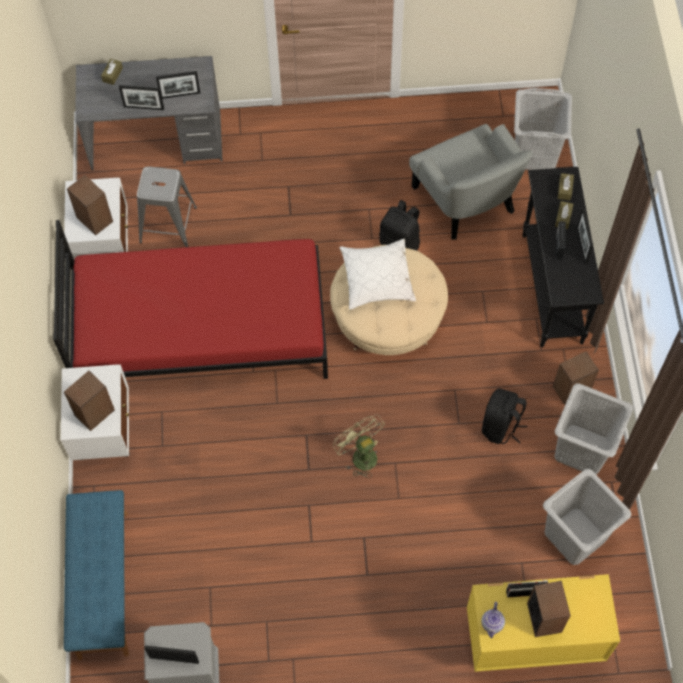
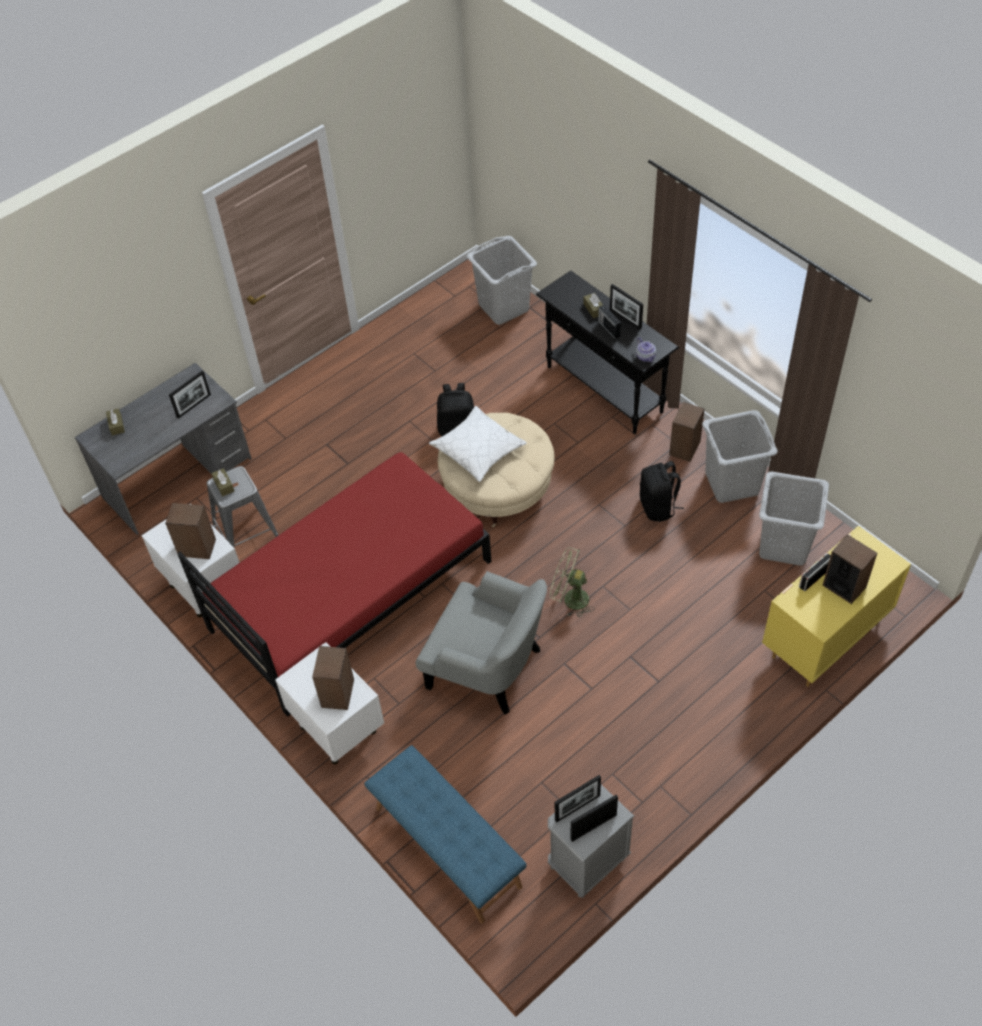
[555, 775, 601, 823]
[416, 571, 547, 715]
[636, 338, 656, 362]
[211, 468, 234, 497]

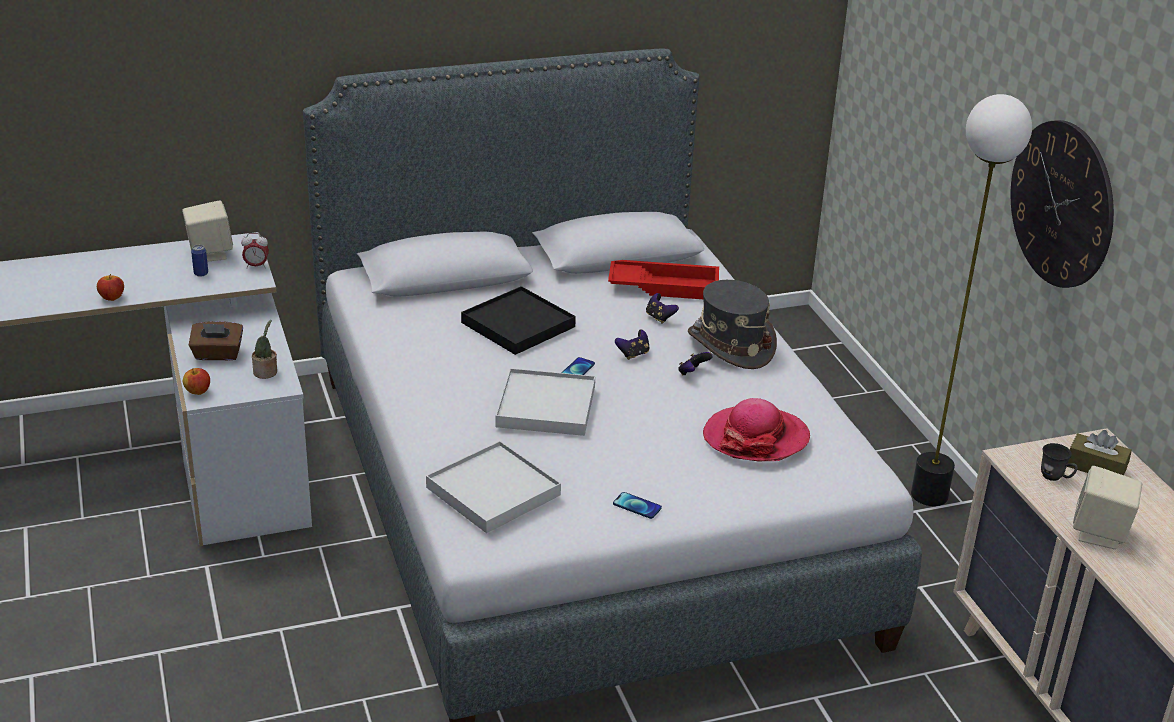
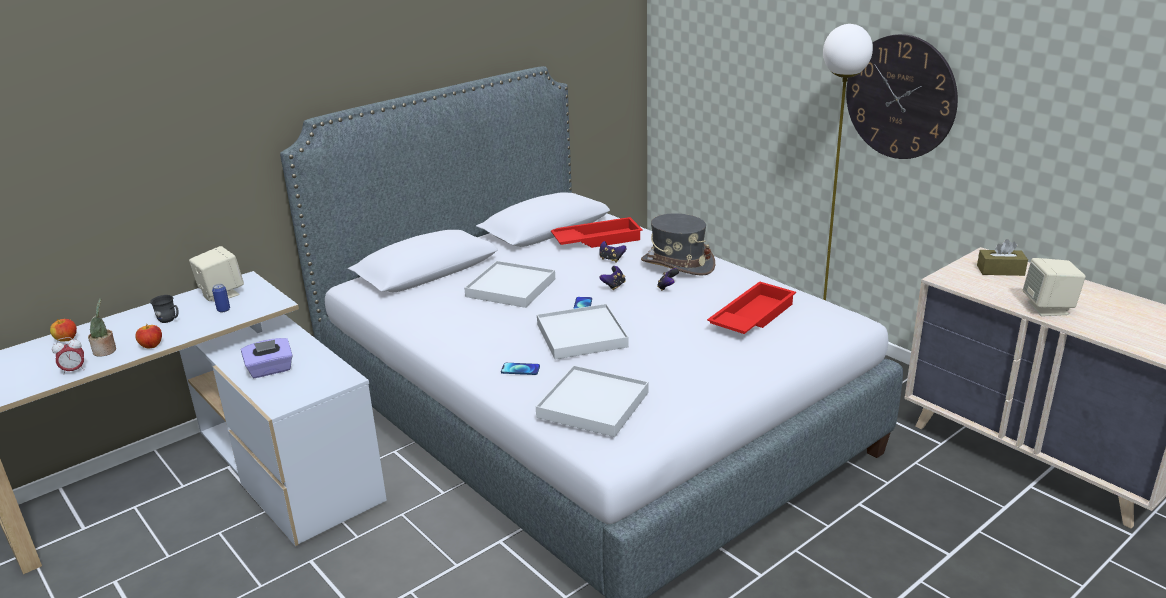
[50, 319, 77, 342]
[241, 338, 293, 378]
[52, 337, 85, 375]
[88, 298, 116, 357]
[464, 261, 555, 308]
[501, 363, 540, 375]
[707, 281, 796, 334]
[150, 295, 179, 323]

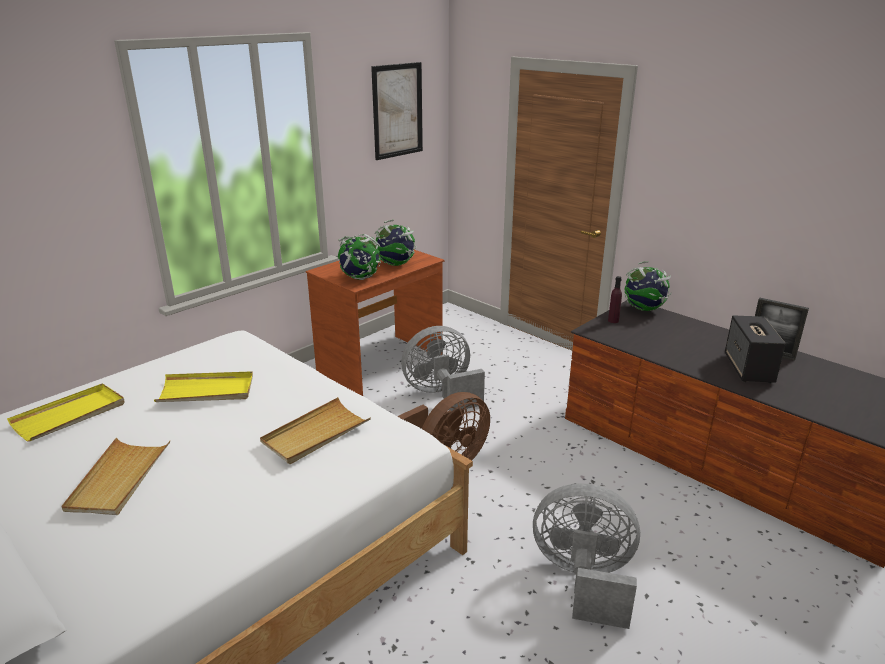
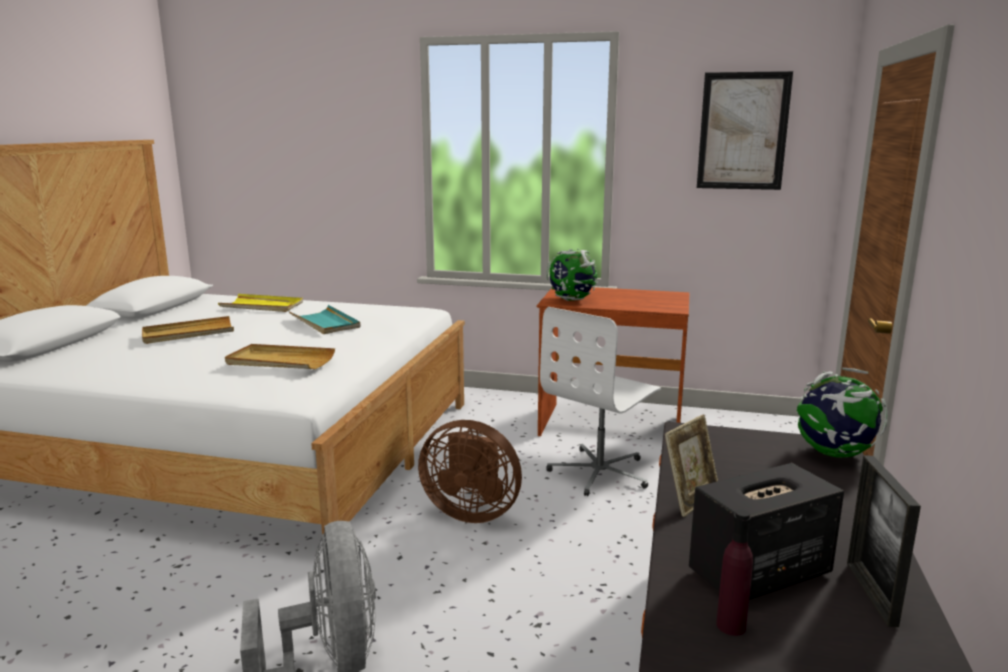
[289, 305, 361, 334]
[375, 220, 417, 266] (first image)
[540, 307, 661, 496]
[716, 510, 753, 636]
[665, 415, 718, 517]

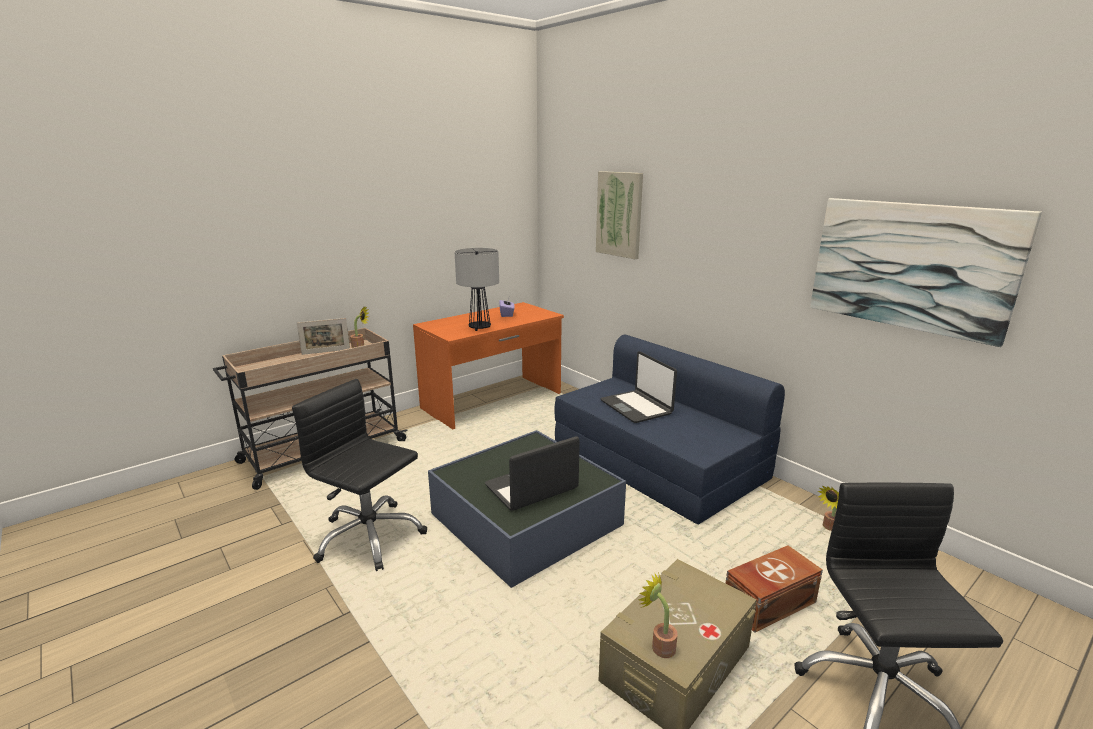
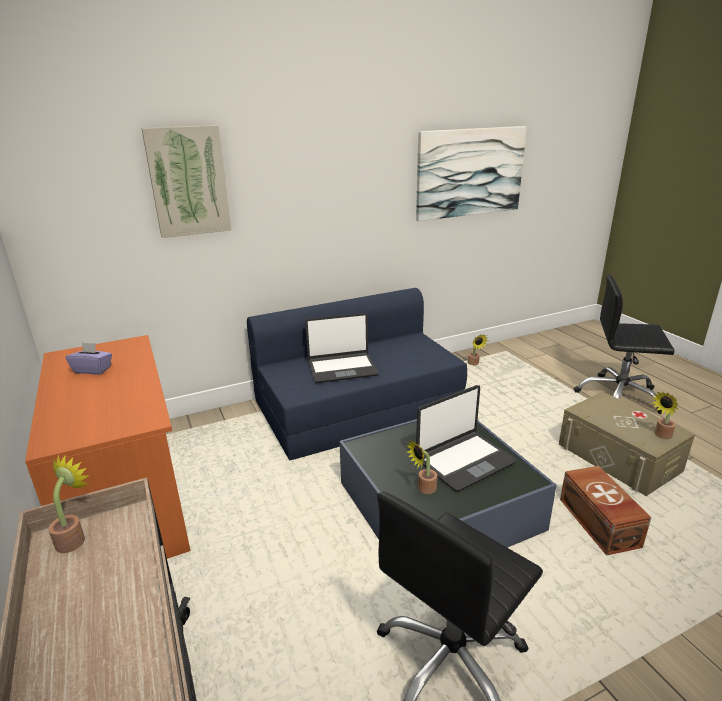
[297, 318, 350, 355] (first image)
[455, 248, 499, 331] (first image)
[416, 385, 517, 492]
[560, 466, 651, 556]
[407, 440, 437, 494]

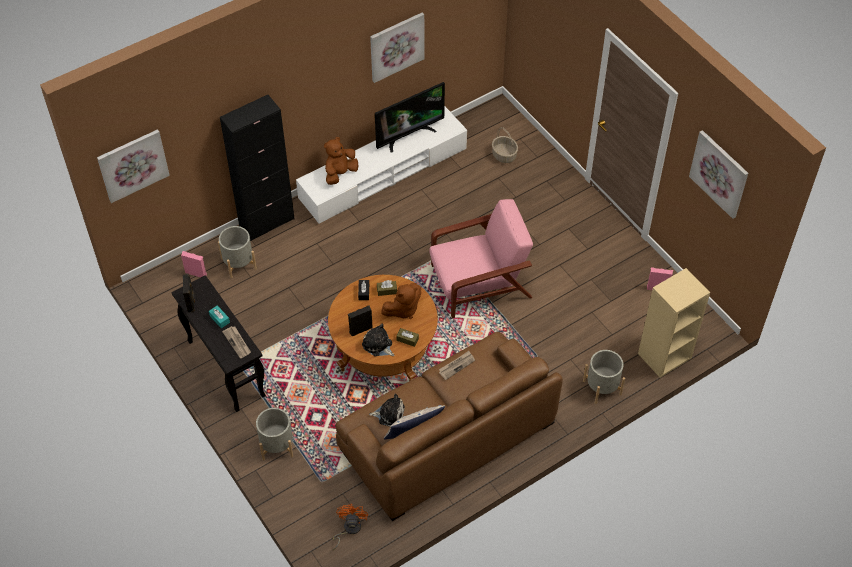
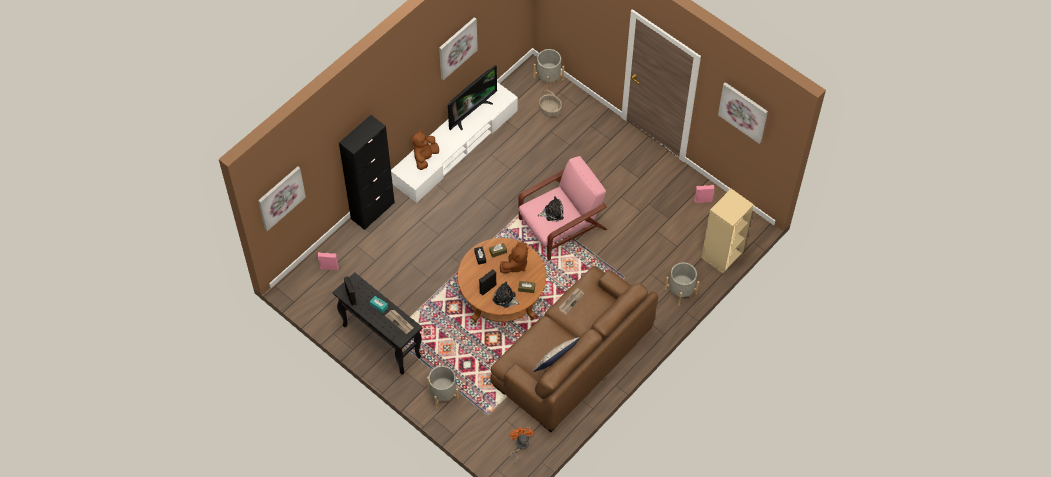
[534, 49, 564, 90]
[538, 196, 564, 221]

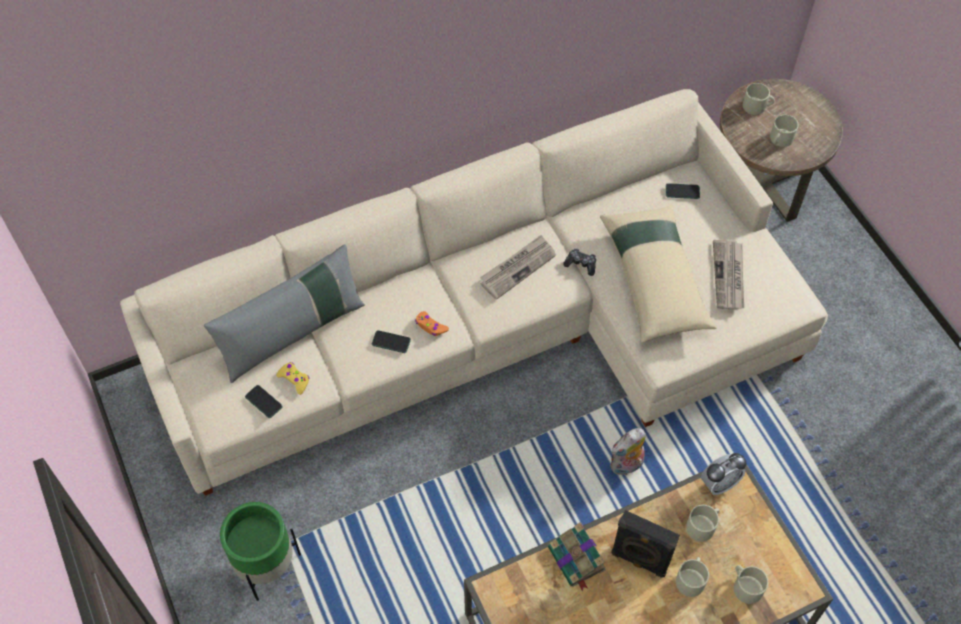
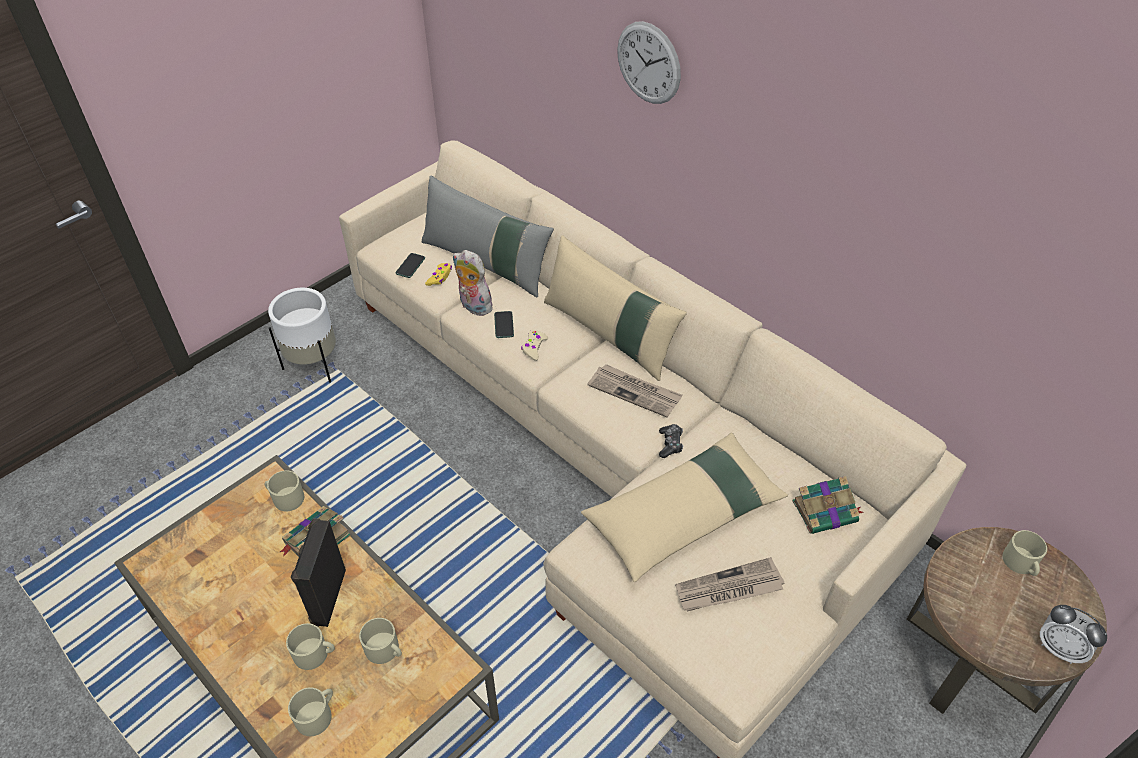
[268, 288, 336, 383]
[521, 330, 548, 361]
[453, 250, 494, 316]
[792, 476, 864, 534]
[1040, 605, 1107, 664]
[264, 470, 304, 511]
[544, 235, 687, 381]
[617, 21, 681, 104]

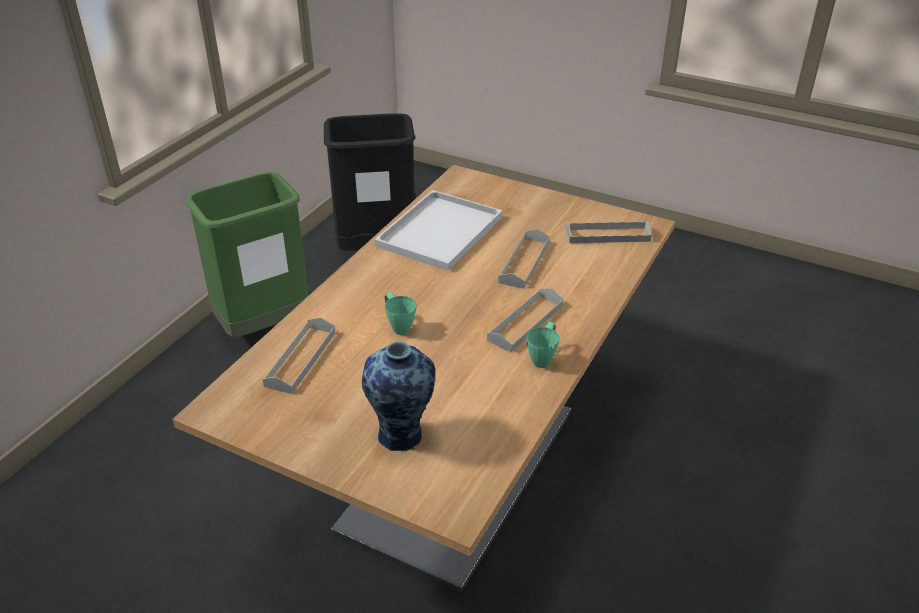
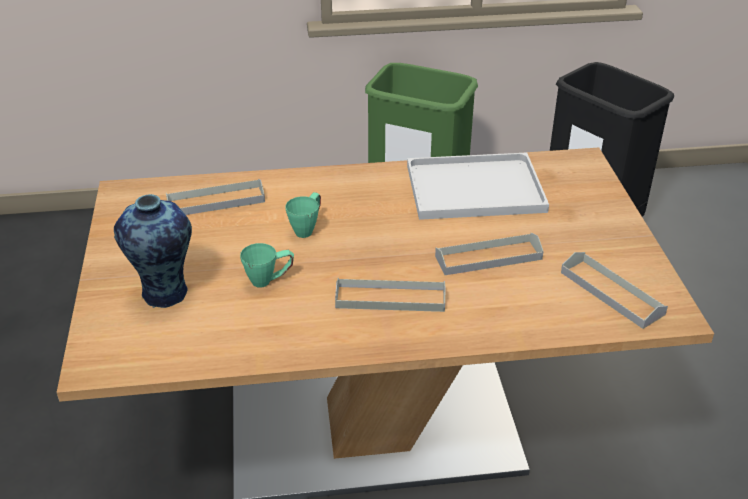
[240, 243, 294, 288]

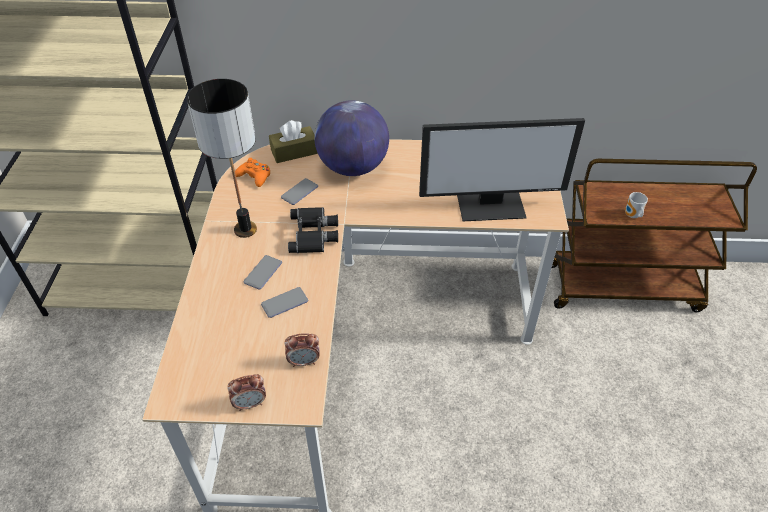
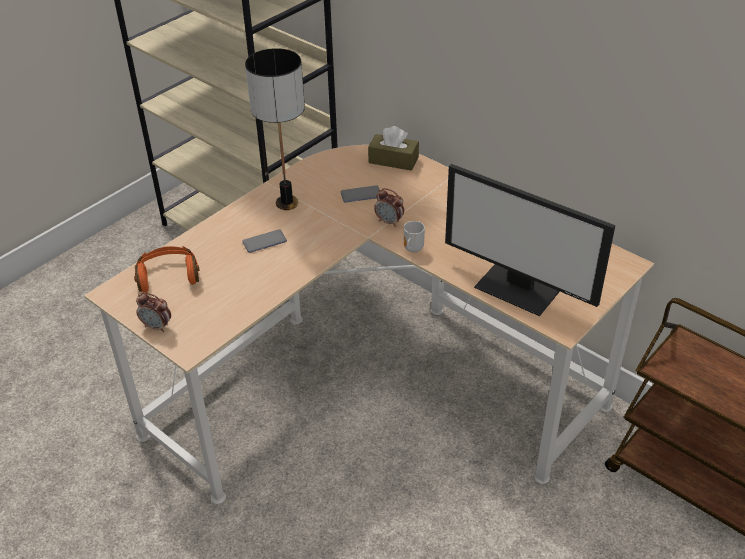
[235, 158, 270, 187] (first image)
[261, 287, 308, 318] (first image)
[374, 188, 404, 227]
[288, 207, 338, 253] (first image)
[314, 100, 389, 176] (first image)
[404, 221, 425, 252]
[134, 246, 200, 293]

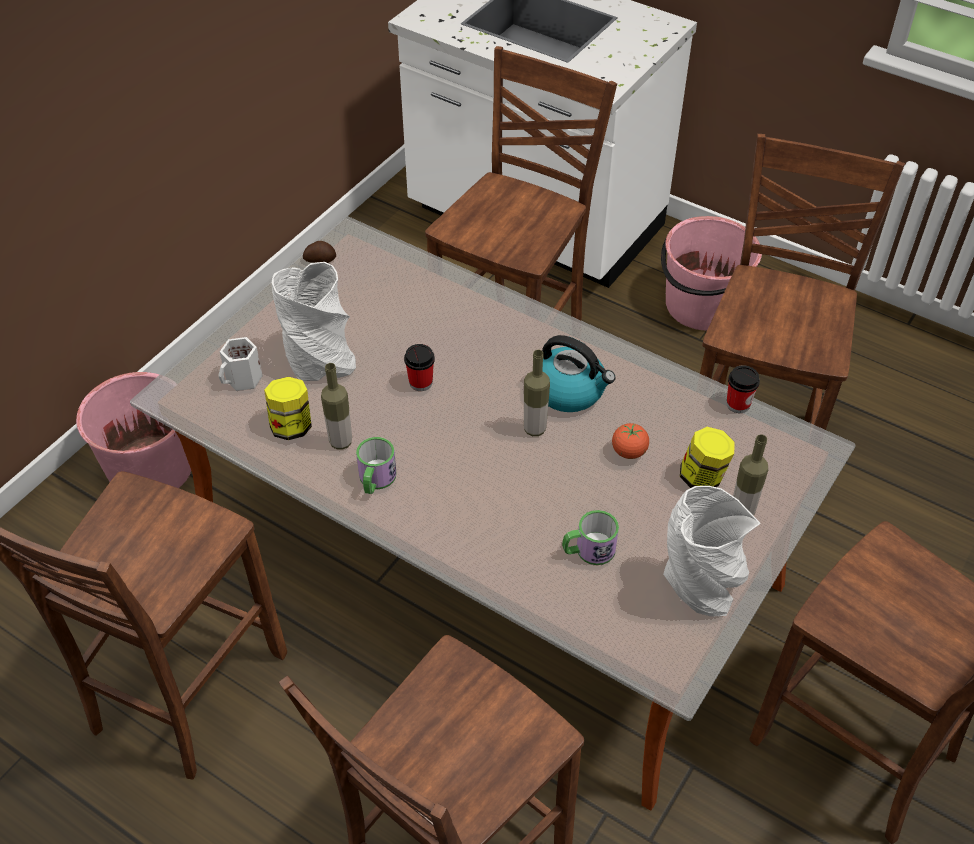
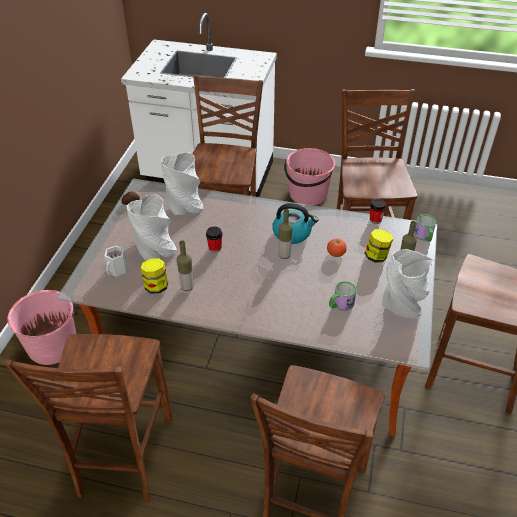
[414, 214, 436, 242]
[161, 152, 203, 215]

